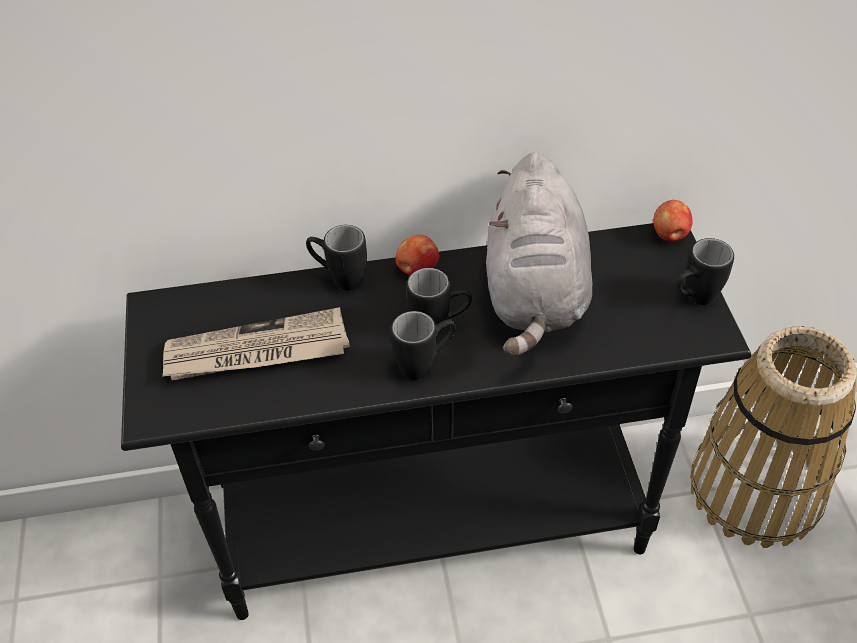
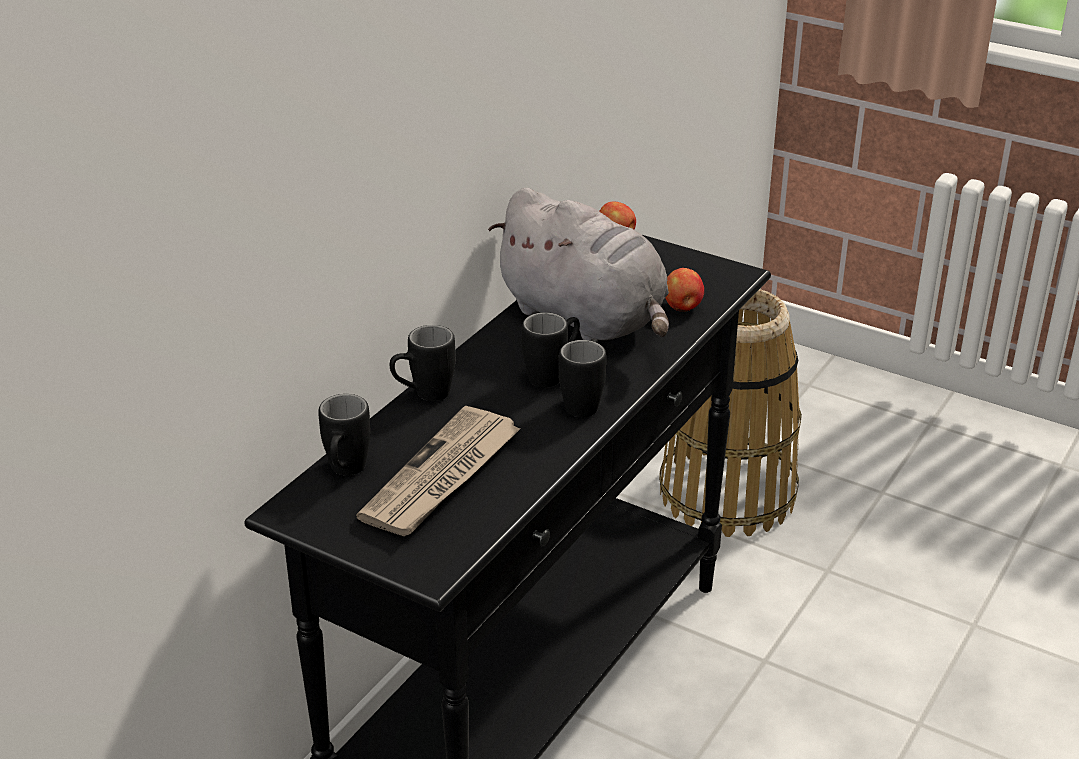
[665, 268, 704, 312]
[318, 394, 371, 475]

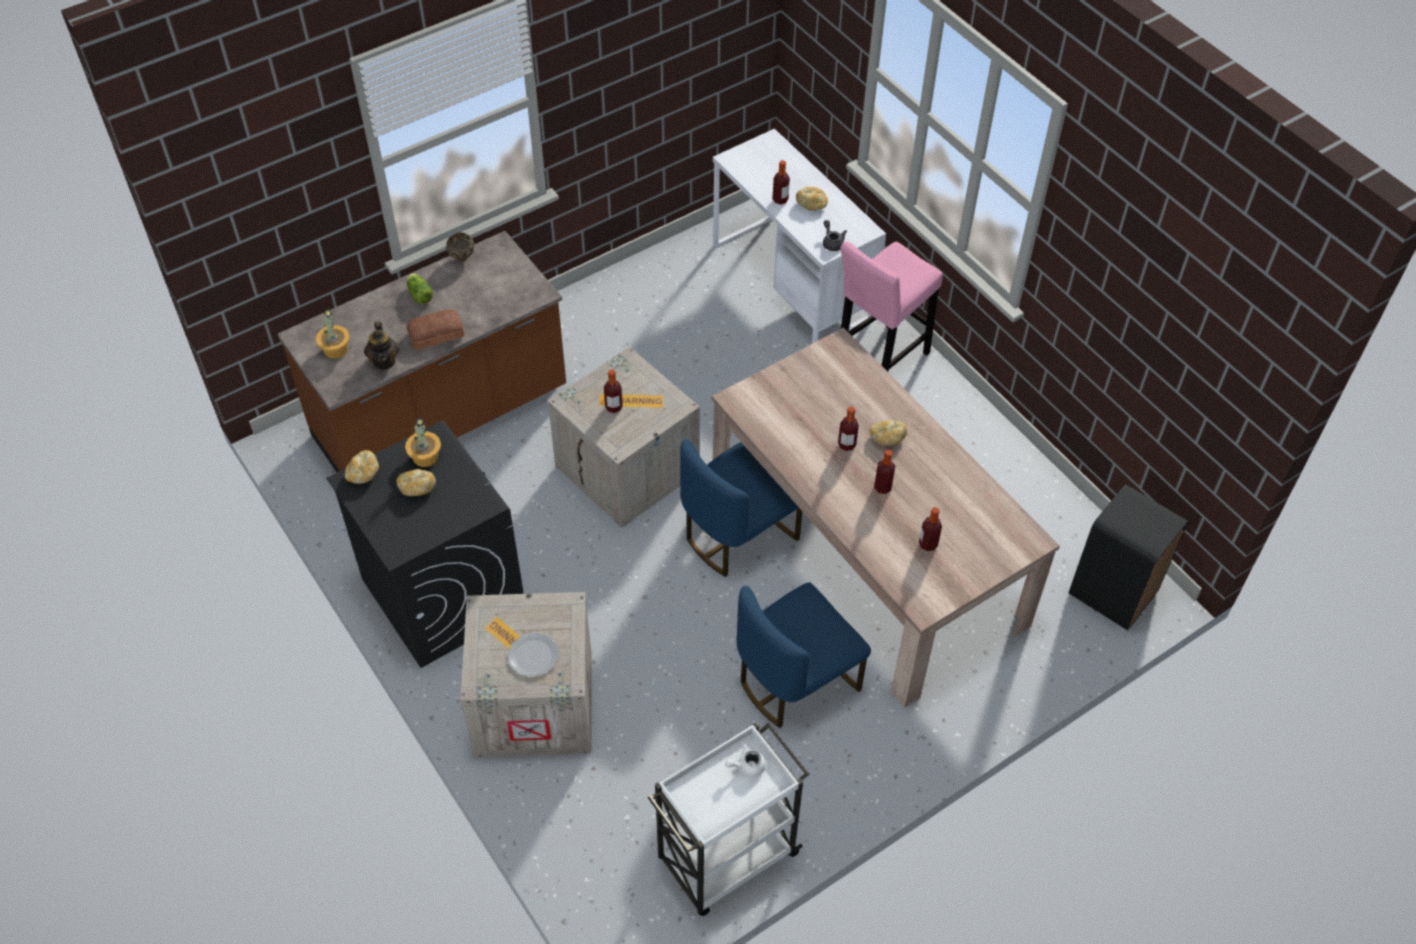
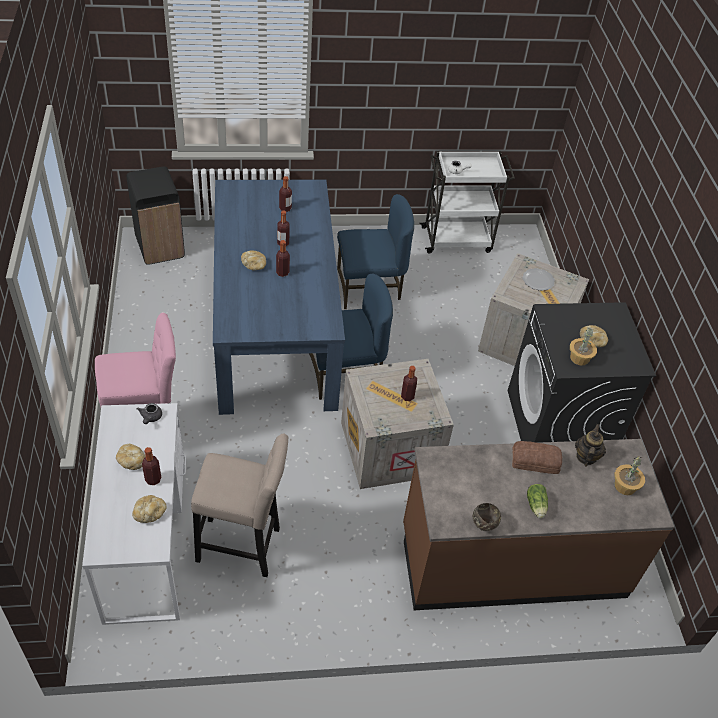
[132, 495, 167, 523]
[213, 180, 345, 415]
[191, 433, 288, 577]

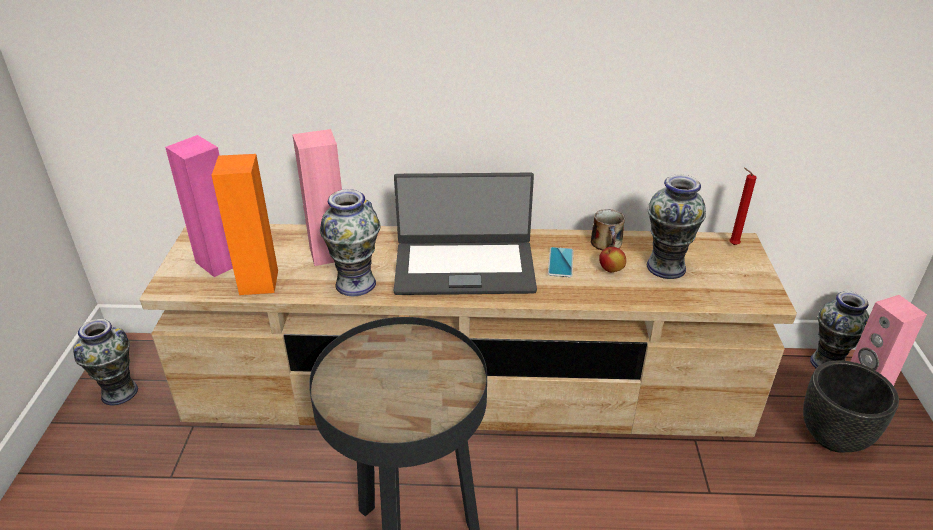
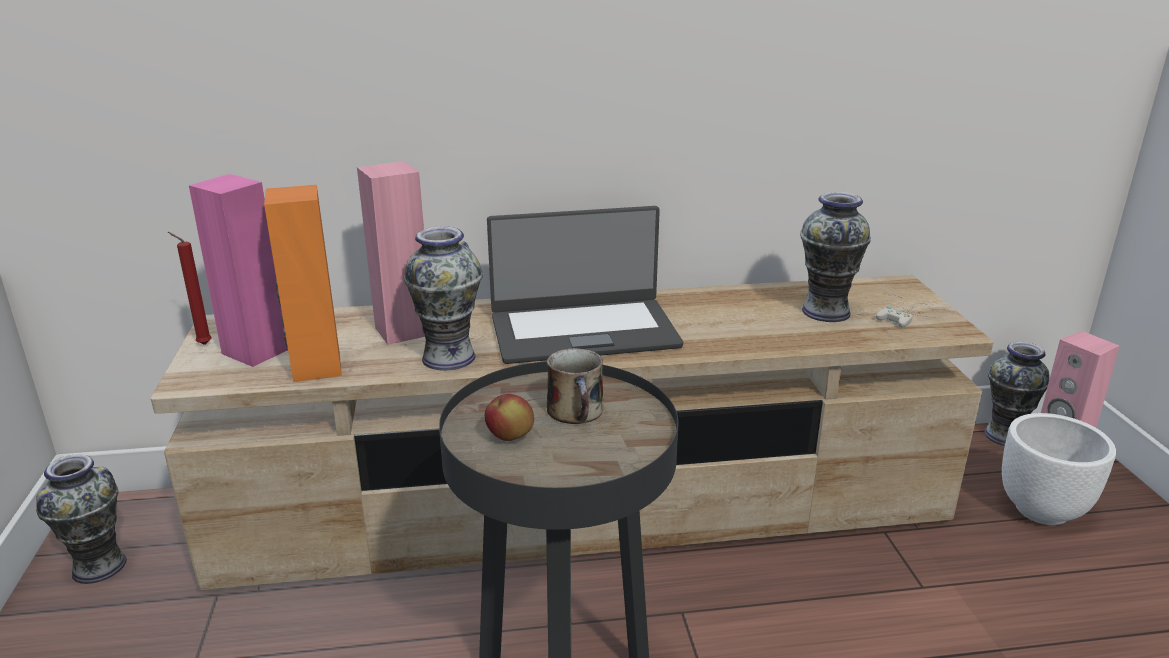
[548, 247, 574, 277] (first image)
[547, 348, 604, 424]
[485, 394, 534, 441]
[168, 232, 212, 345]
[1002, 413, 1116, 525]
[876, 293, 951, 328]

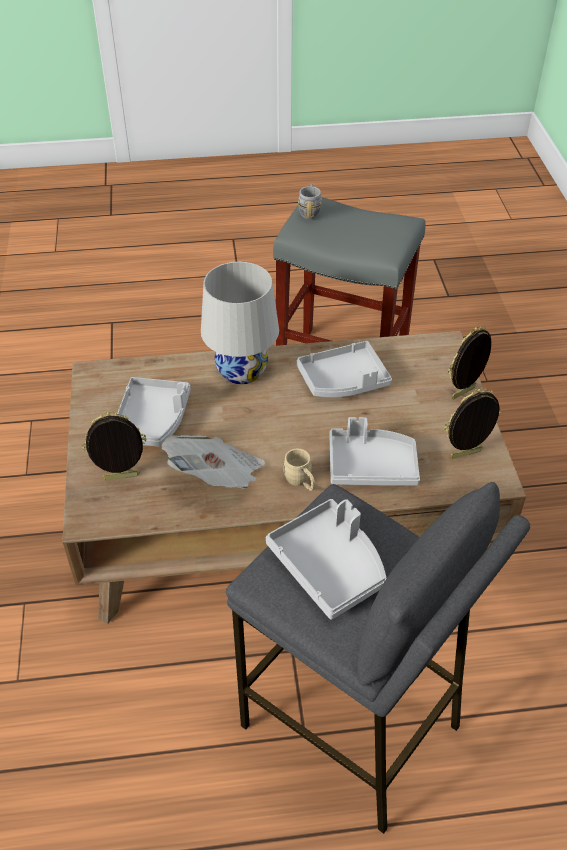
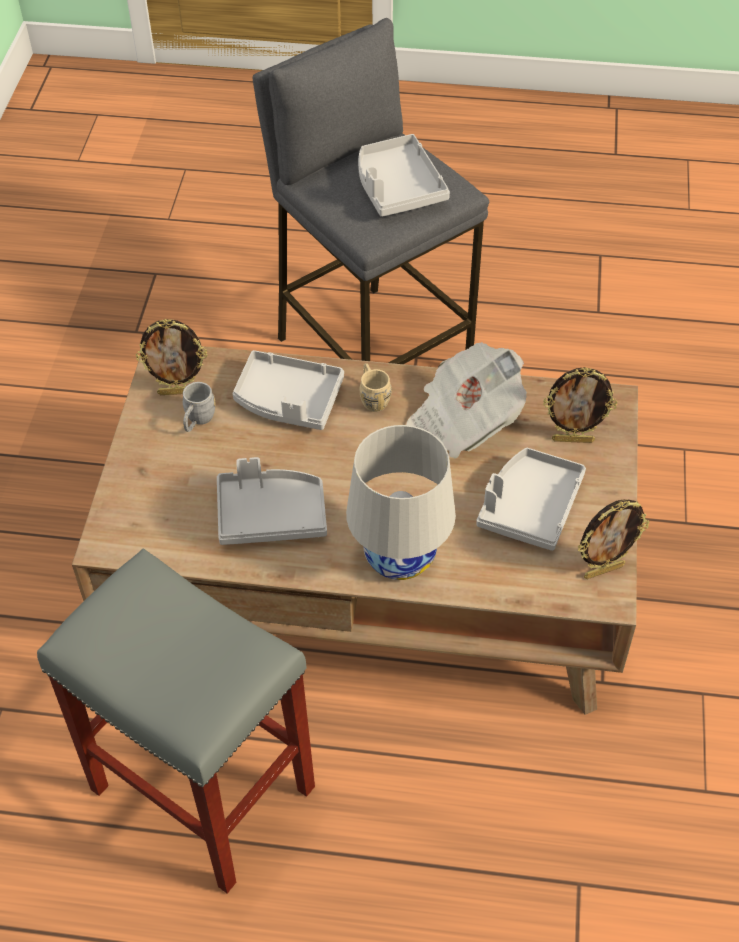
[183, 382, 216, 432]
[578, 499, 649, 579]

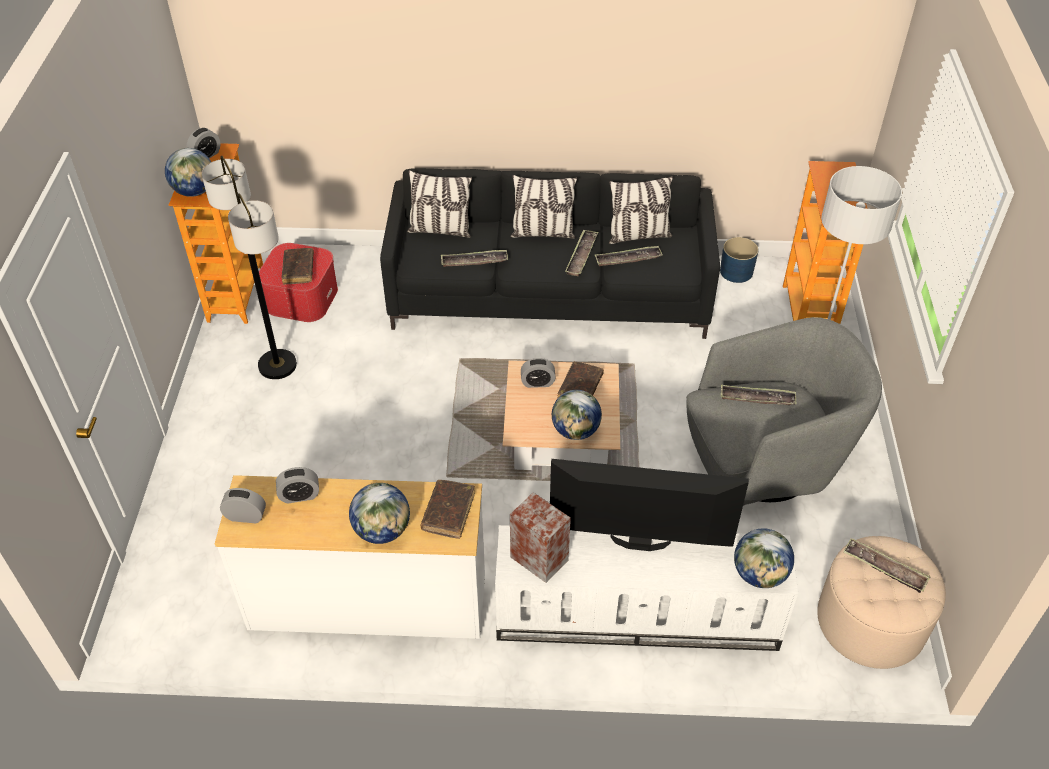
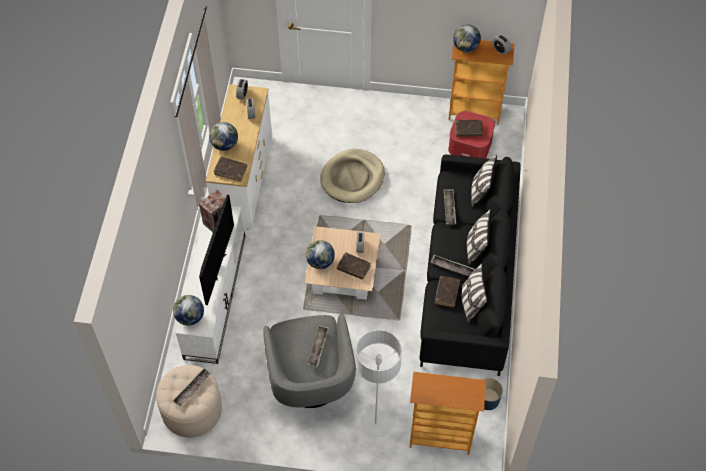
[202, 156, 297, 379] (first image)
[435, 276, 460, 307]
[320, 149, 385, 203]

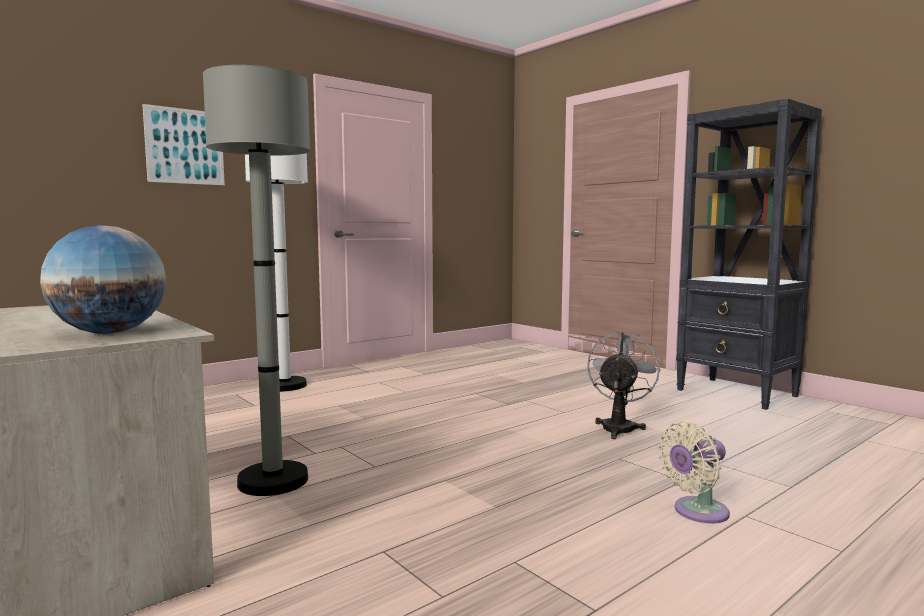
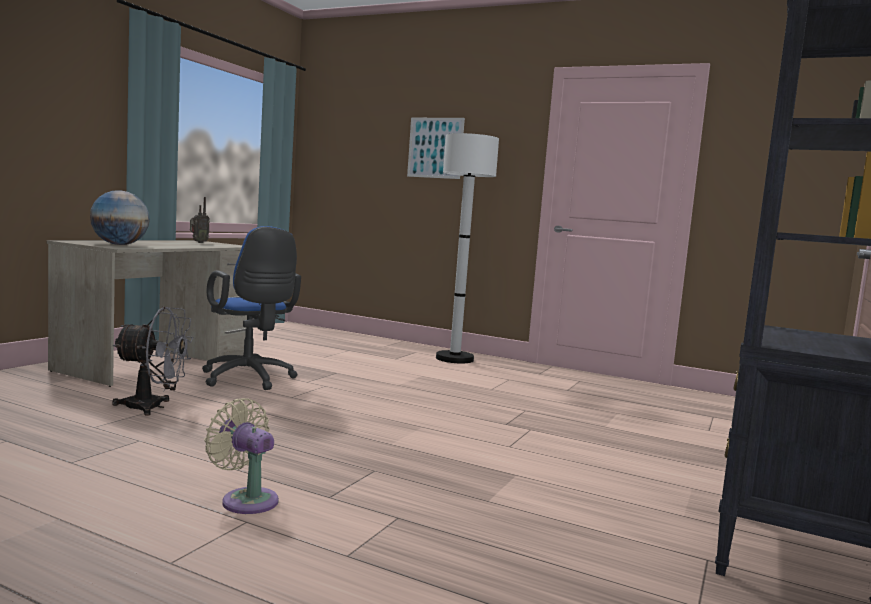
[202, 226, 301, 390]
[112, 306, 193, 416]
[190, 197, 210, 243]

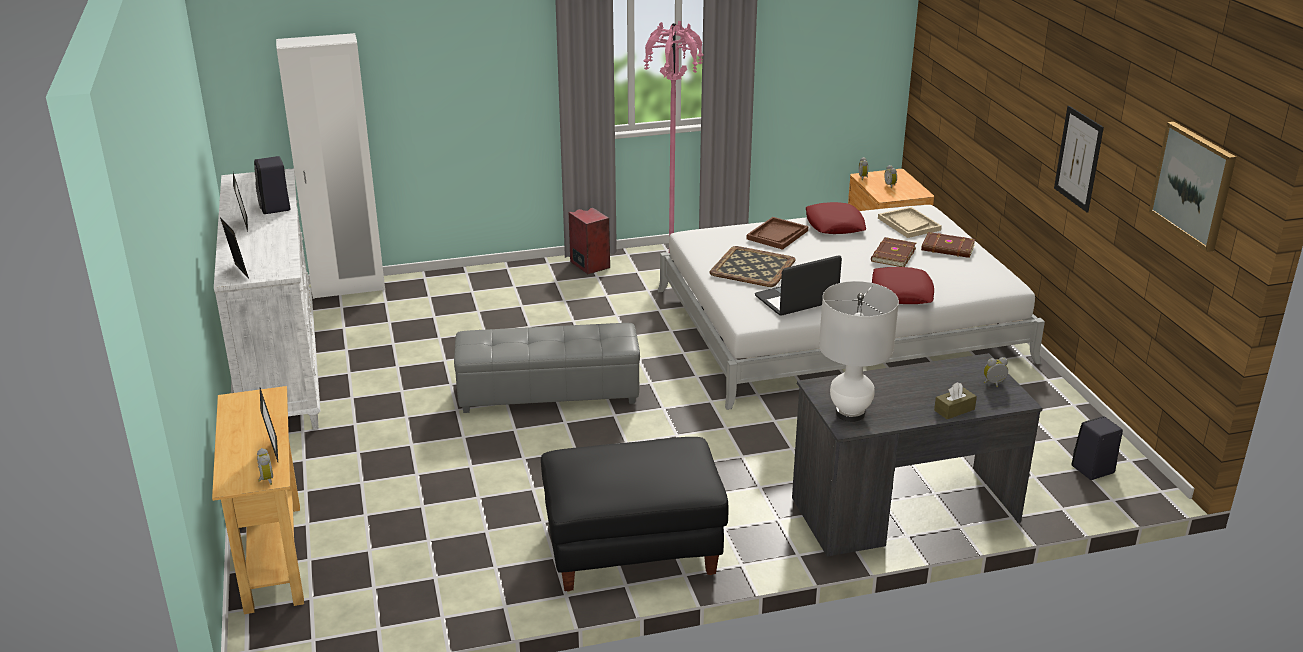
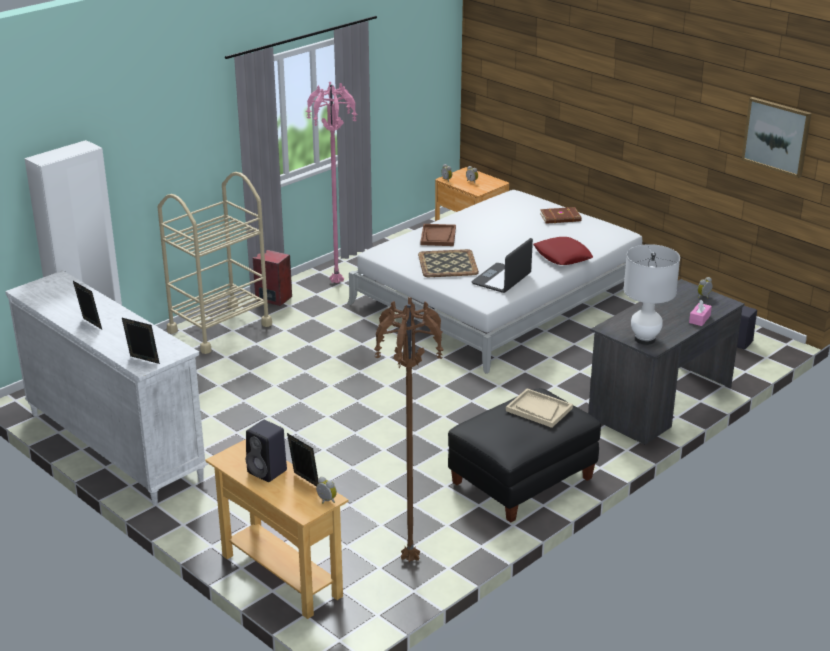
[246, 420, 287, 482]
[454, 323, 640, 413] (first image)
[806, 202, 866, 234] (first image)
[871, 237, 916, 267] (first image)
[506, 388, 573, 428]
[689, 300, 712, 326]
[1054, 106, 1104, 213] (first image)
[158, 172, 272, 354]
[374, 297, 444, 563]

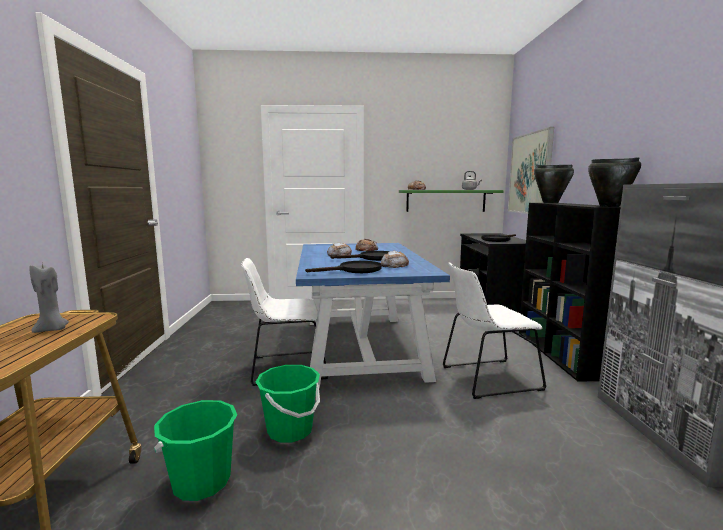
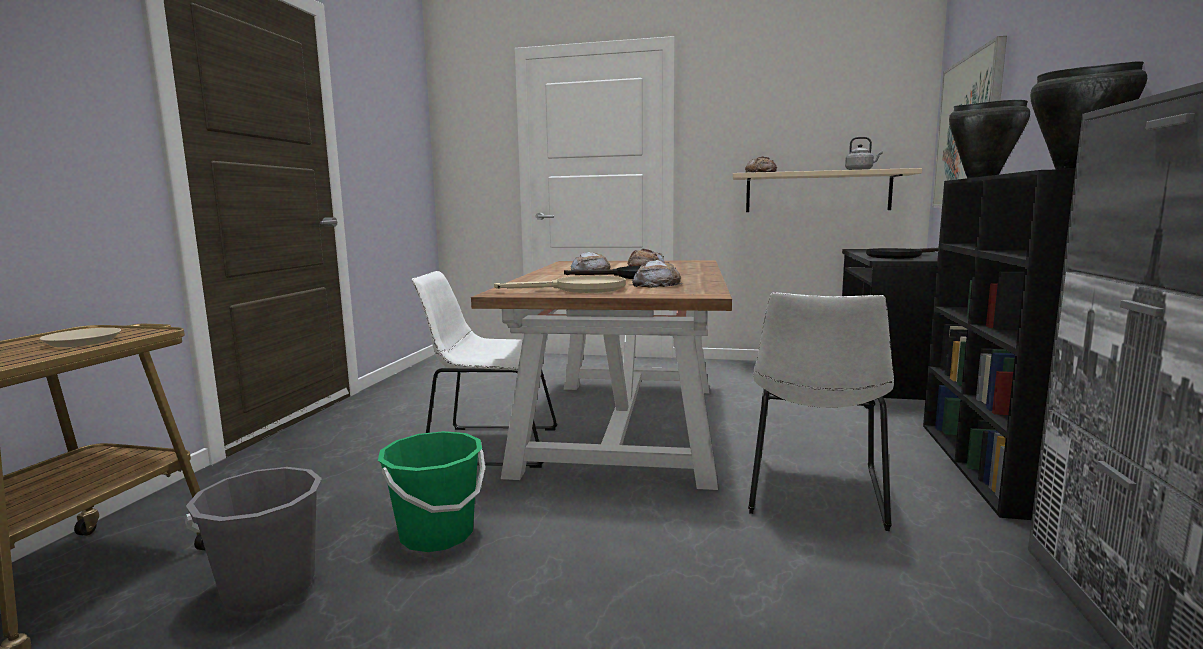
[40, 328, 121, 347]
[185, 467, 322, 613]
[471, 261, 732, 490]
[494, 276, 626, 293]
[733, 168, 922, 212]
[748, 292, 894, 531]

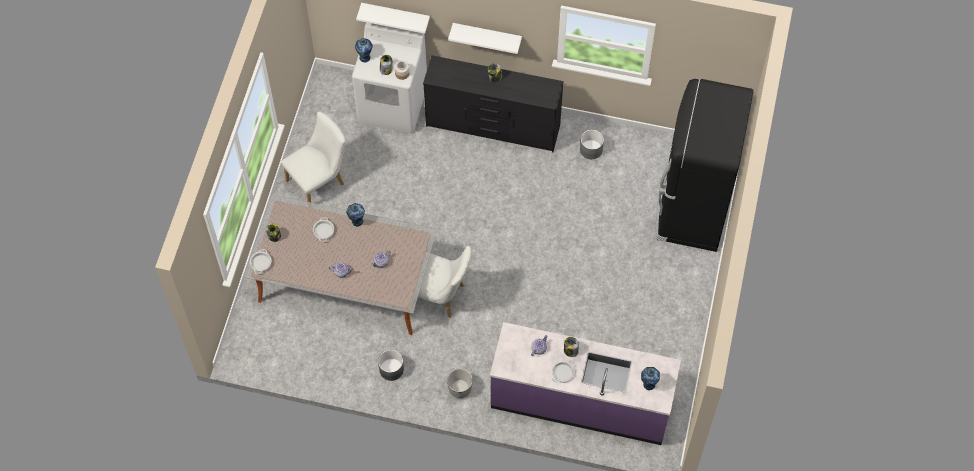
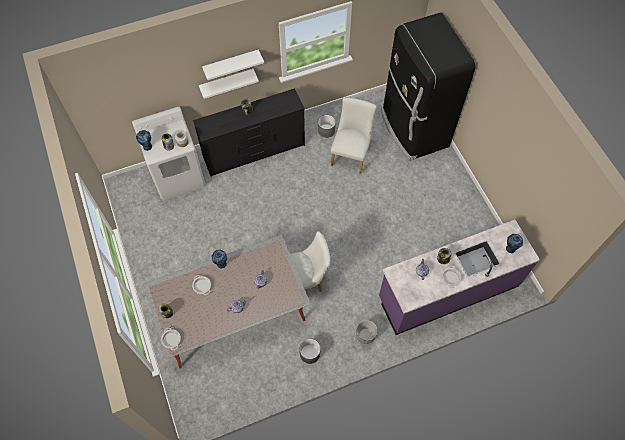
[331, 98, 377, 174]
[202, 50, 264, 80]

